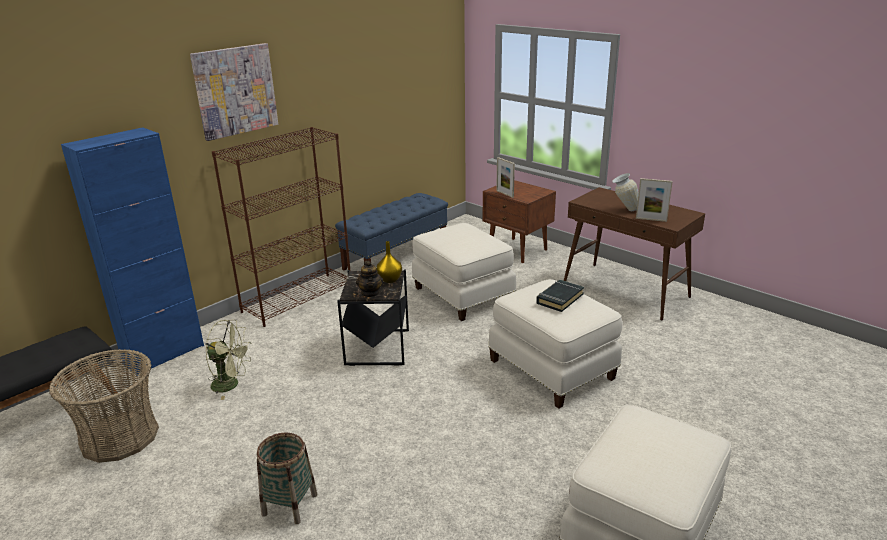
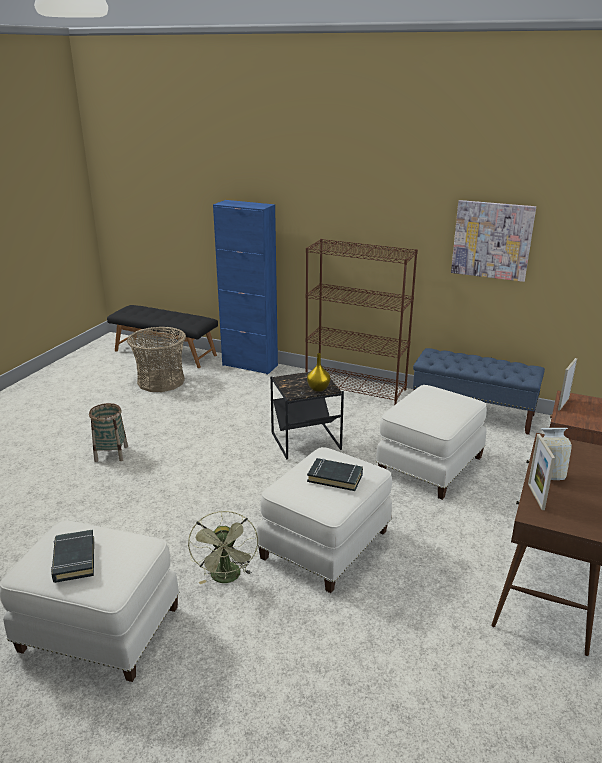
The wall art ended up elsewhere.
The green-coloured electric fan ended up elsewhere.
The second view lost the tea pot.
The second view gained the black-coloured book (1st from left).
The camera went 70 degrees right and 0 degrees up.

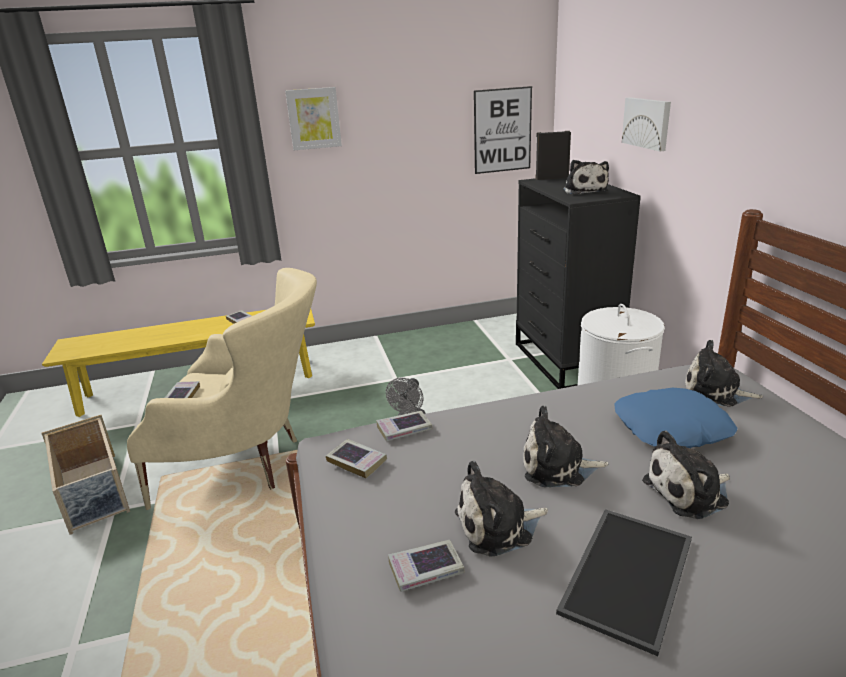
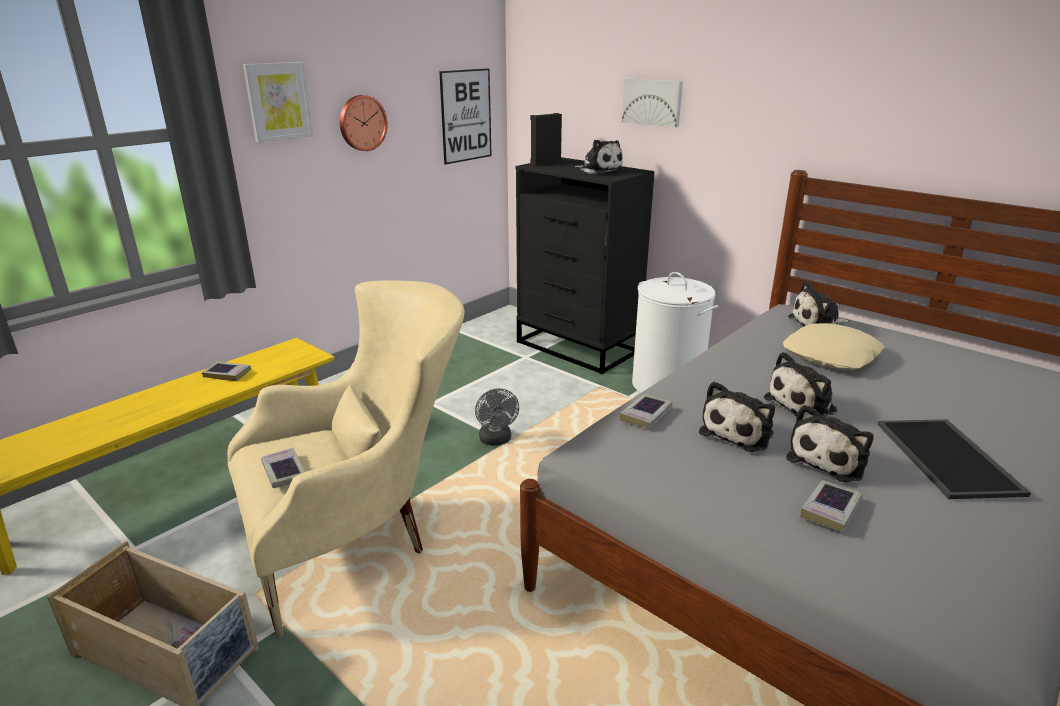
The second view lost the book (3rd from left).
What was the bluish pillow turned into the beige-coloured pillow.
The soft toy (4th from left in the first image) ended up elsewhere.
The second view gained the wall clock.
The camera went 35 degrees left and 0 degrees up.

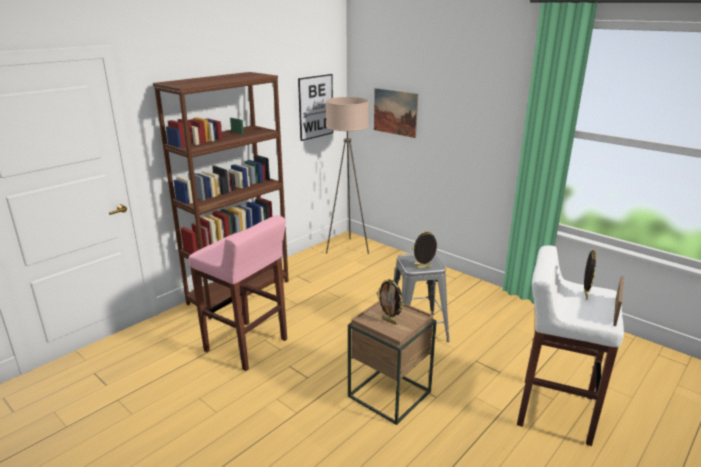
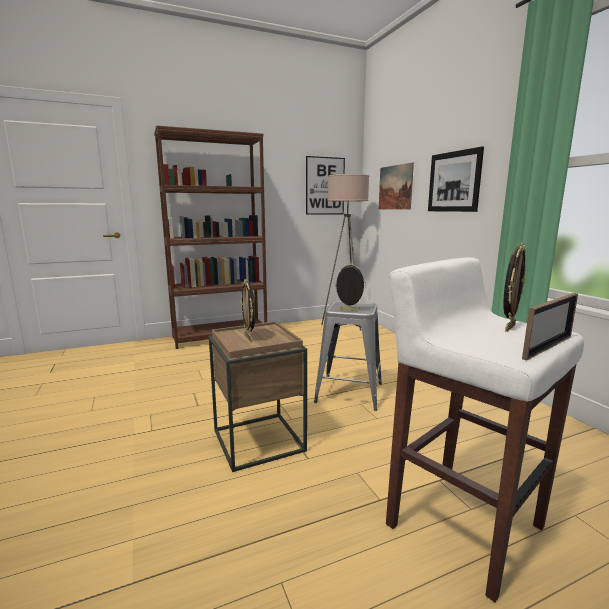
The second view lost the pinkish stool seat.
The second view gained the wall art (3rd from left).
The camera went 25 degrees right and 10 degrees down.

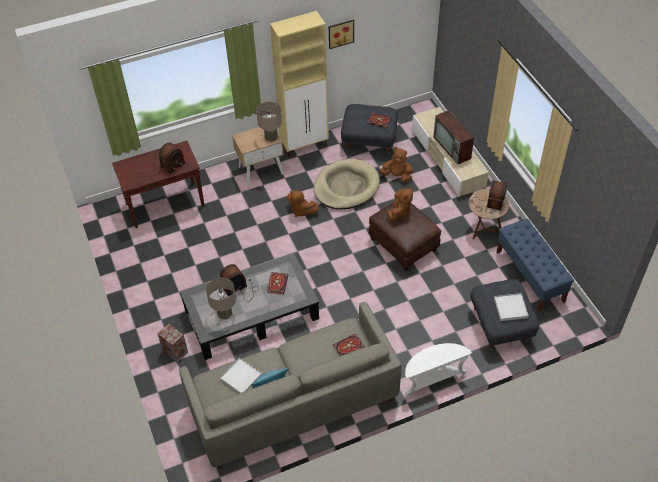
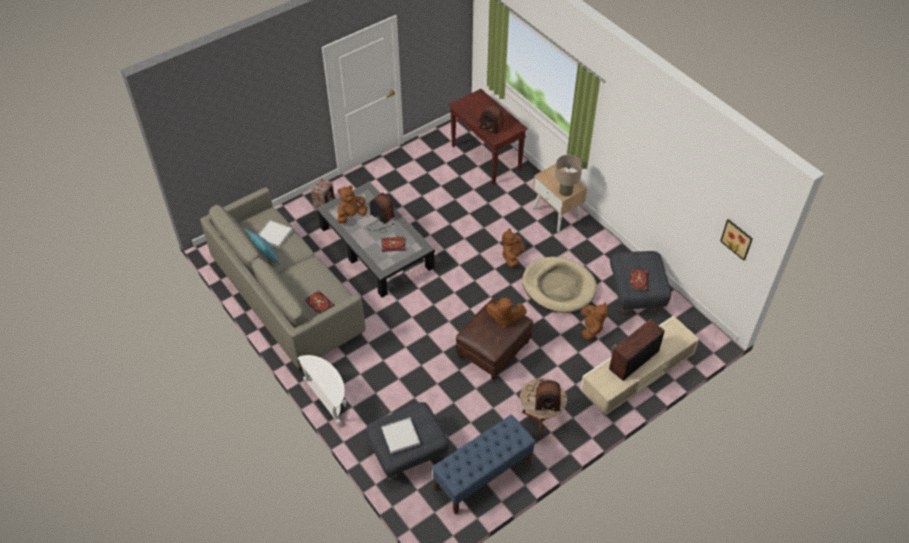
Where the beige-coloured tabletop lamp (1st from left) stood, the brown-coloured soft toy (1st from left) came to stand.
The second view lost the beige-coloured cabinet.
The wall art ended up elsewhere.
The camera went 75 degrees right and 0 degrees up.

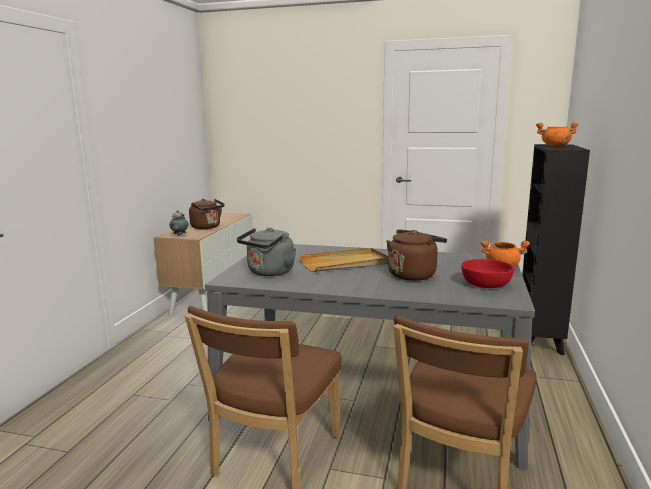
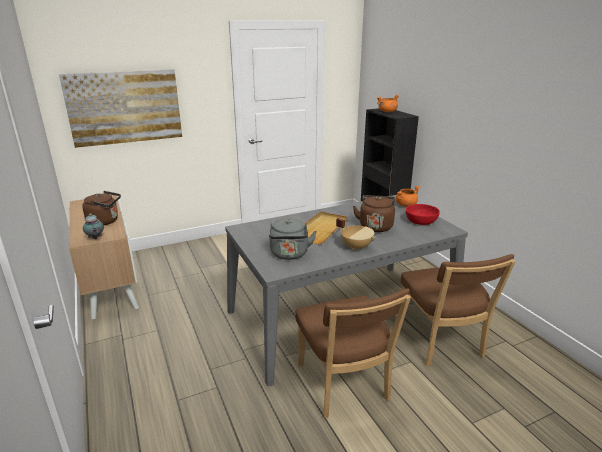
The second view gained the wall art.
The second view gained the beige-coloured stockpot.
The camera went 40 degrees left and 10 degrees up.

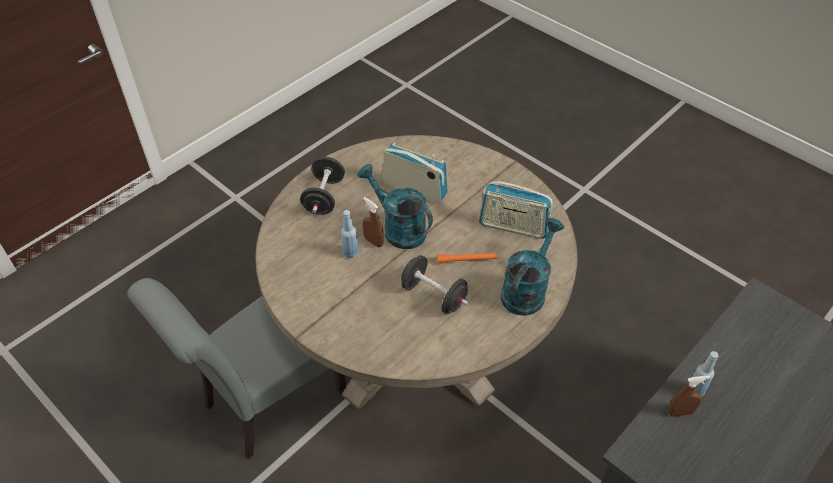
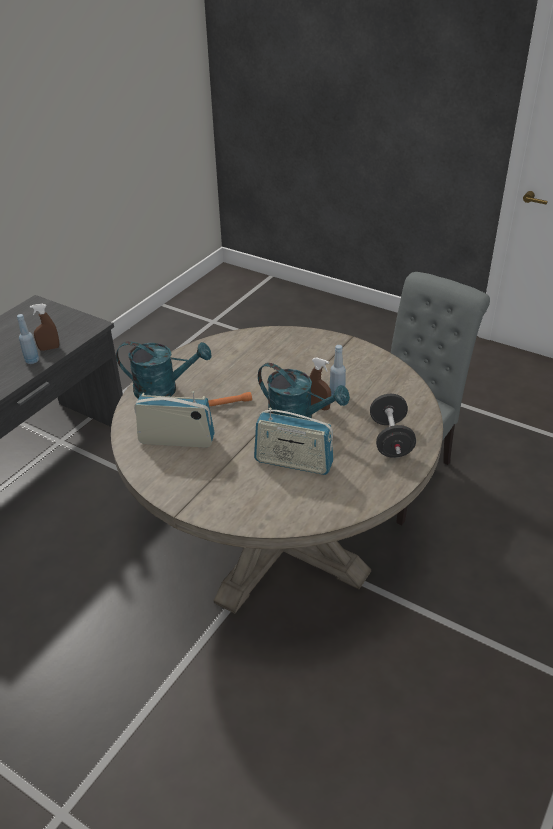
The second view lost the black-coloured free weight (2nd from left).
The turquoise watering can (2nd from left in the first image) ended up facing another way, 105 degrees counterclockwise from before.
The camera went 170 degrees right and 10 degrees down.

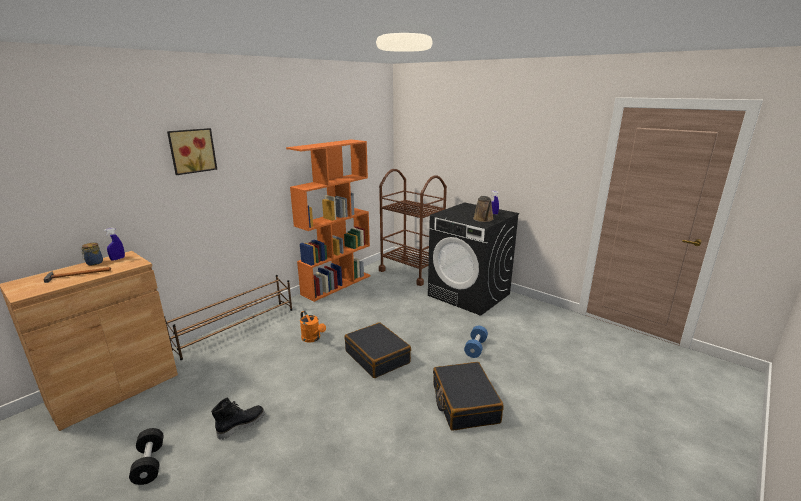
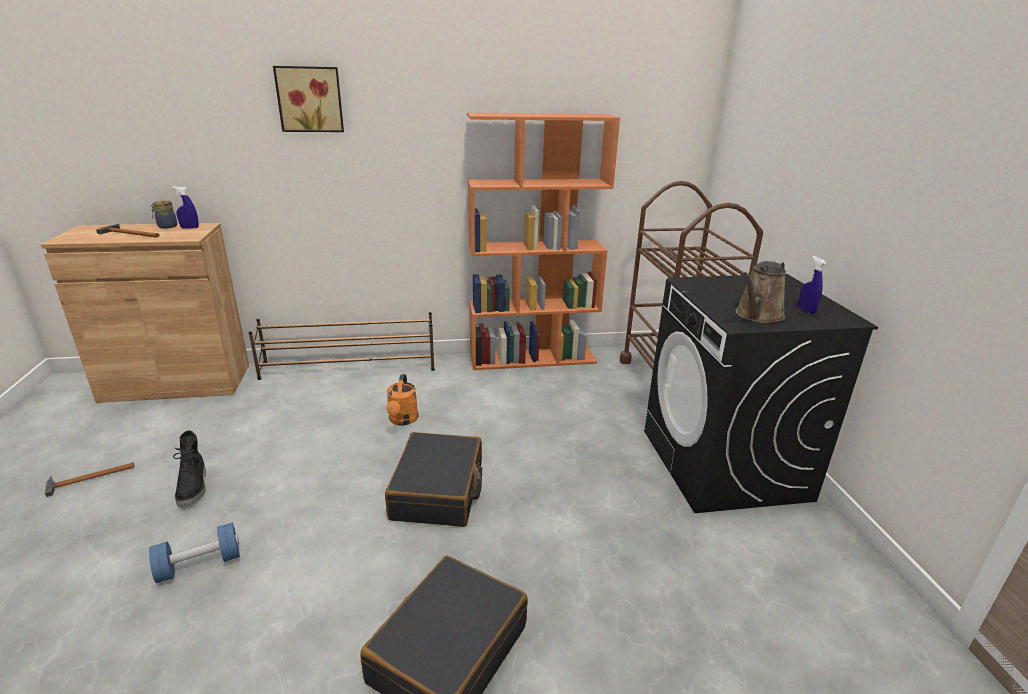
Where the black-coloured free weight stood, the tool hammer (1st from left) came to stand.
The black-coloured tall boot ended up facing another way, 75 degrees clockwise from before.
The bluish free weight ended up elsewhere.
The camera went 40 degrees right and 5 degrees up.

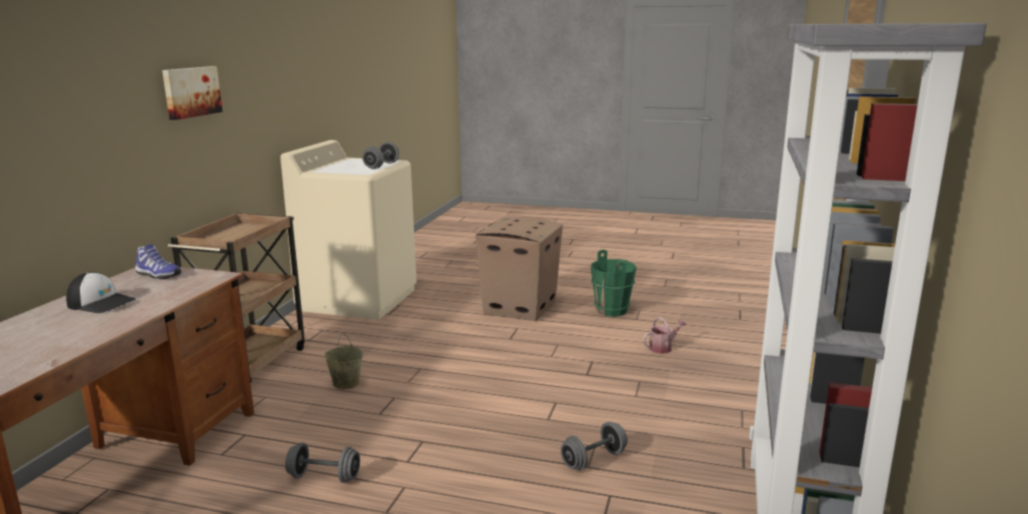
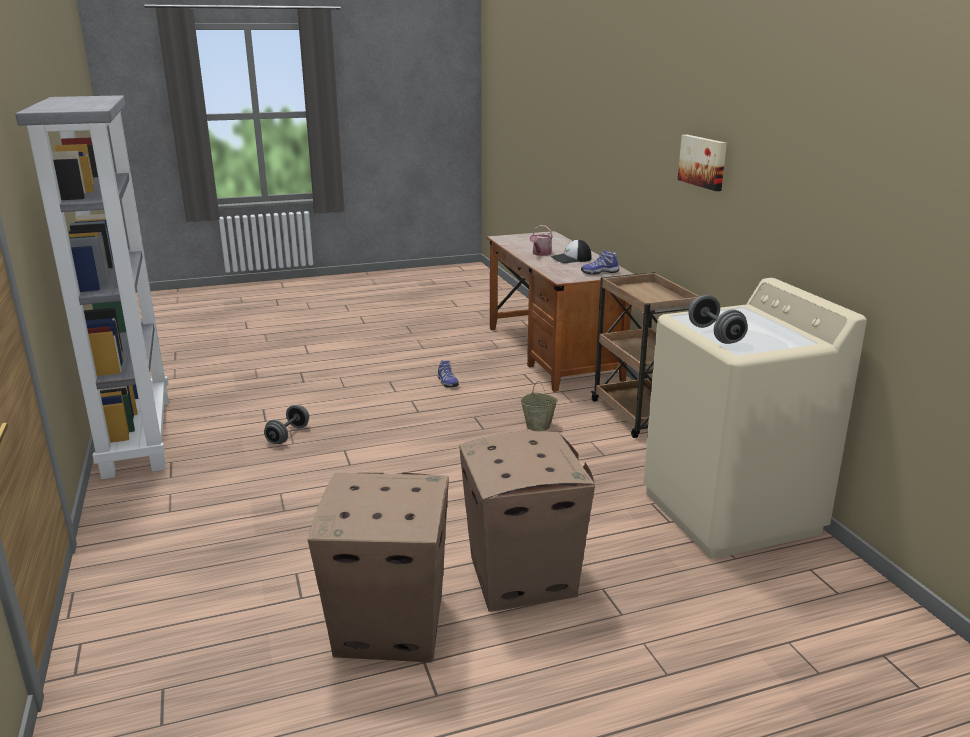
Where the gray free weight (1st from left) stood, the shoe (1st from left) came to stand.
Where the green-coloured water bucket stood, the packing box (1st from left) came to stand.
The watering can ended up elsewhere.
The camera went 145 degrees right and 5 degrees up.

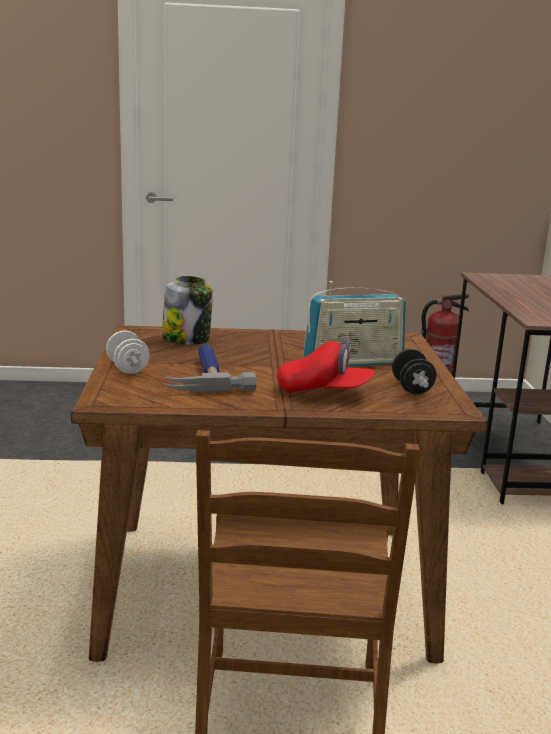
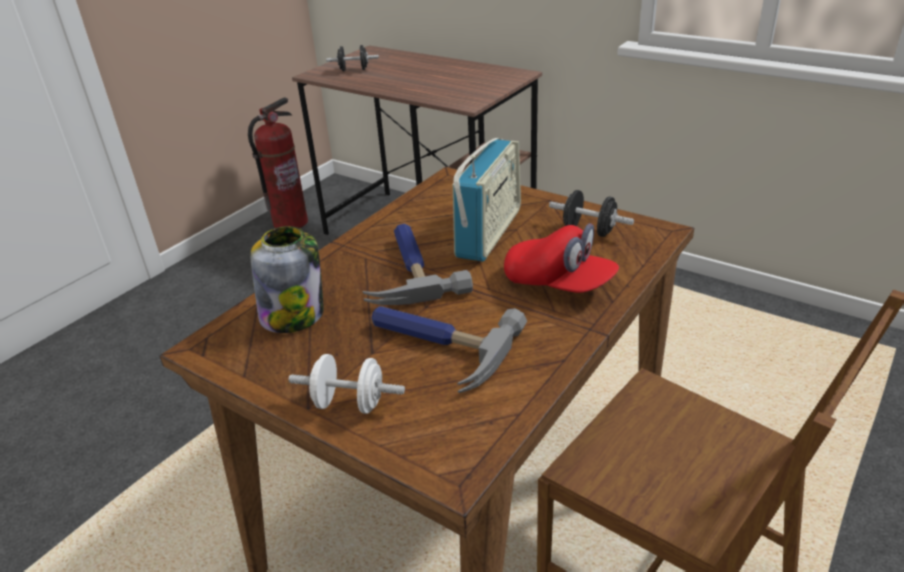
The red-coloured cap ended up facing another way, 75 degrees clockwise from before.
The second view gained the black-coloured free weight (1st from left).
The second view gained the tool hammer (1st from left).
The camera went 50 degrees left and 15 degrees up.

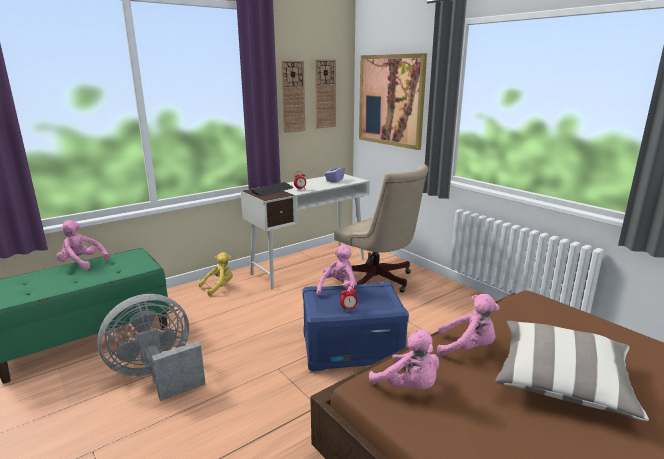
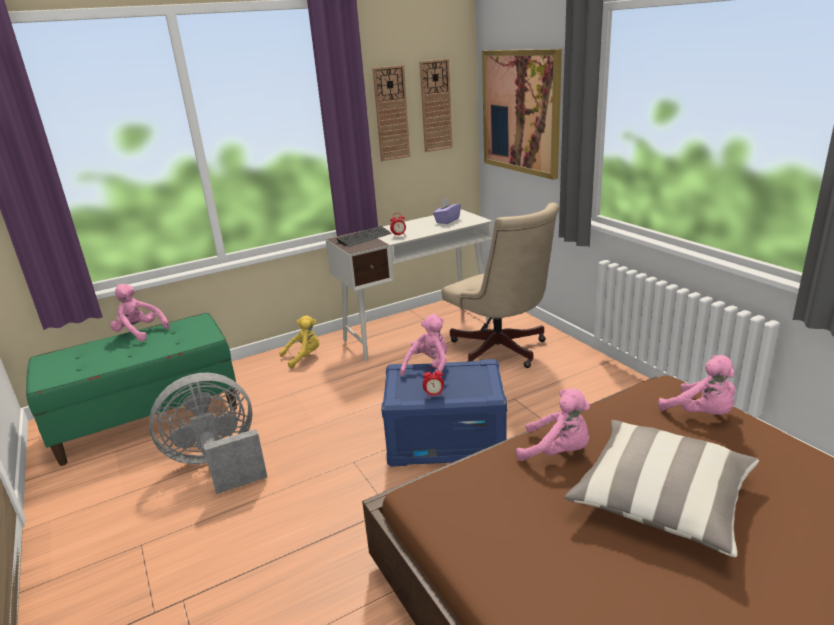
The pinkish soft toy (3rd from left in the first image) ended up elsewhere.
The camera went 10 degrees right and 5 degrees up.

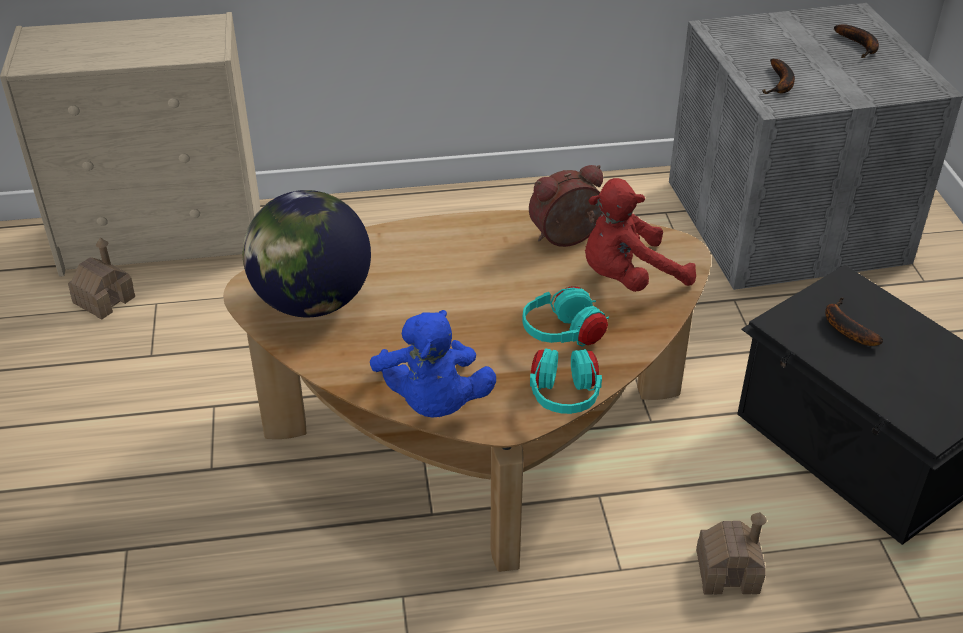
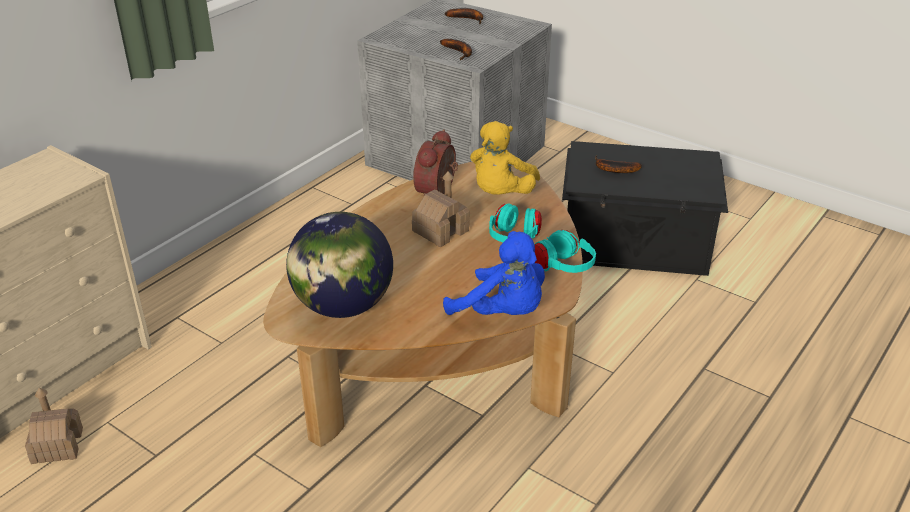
What was the red-coloured soft toy turned into the yellow soft toy.
The model house (2nd from left) ended up elsewhere.
The camera went 45 degrees left and 5 degrees down.

